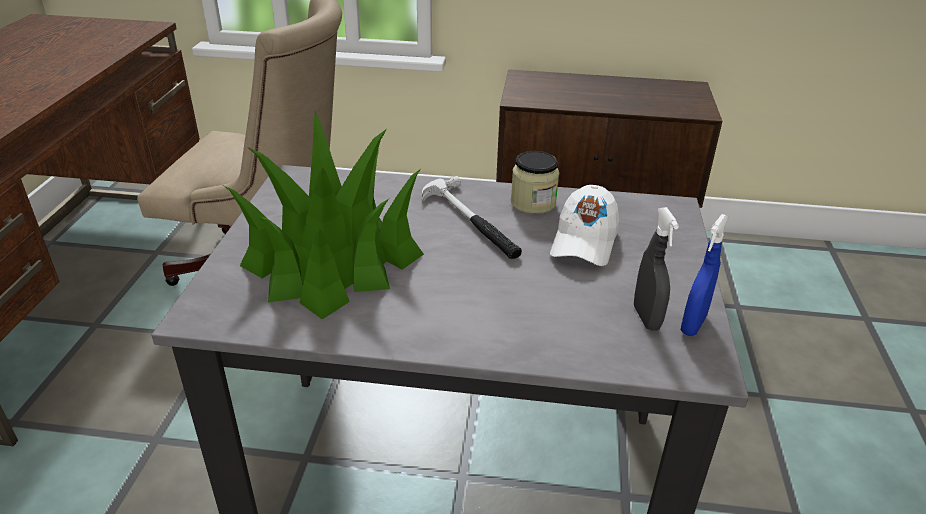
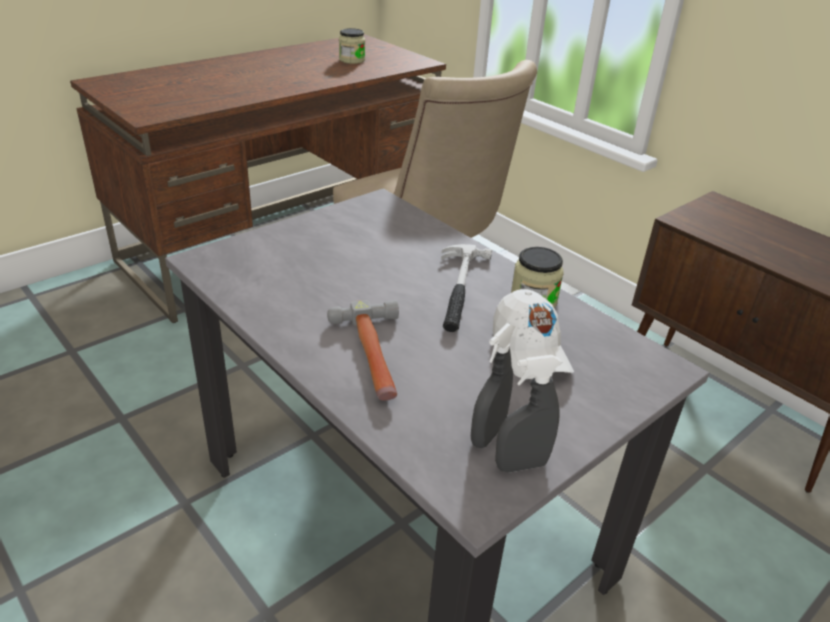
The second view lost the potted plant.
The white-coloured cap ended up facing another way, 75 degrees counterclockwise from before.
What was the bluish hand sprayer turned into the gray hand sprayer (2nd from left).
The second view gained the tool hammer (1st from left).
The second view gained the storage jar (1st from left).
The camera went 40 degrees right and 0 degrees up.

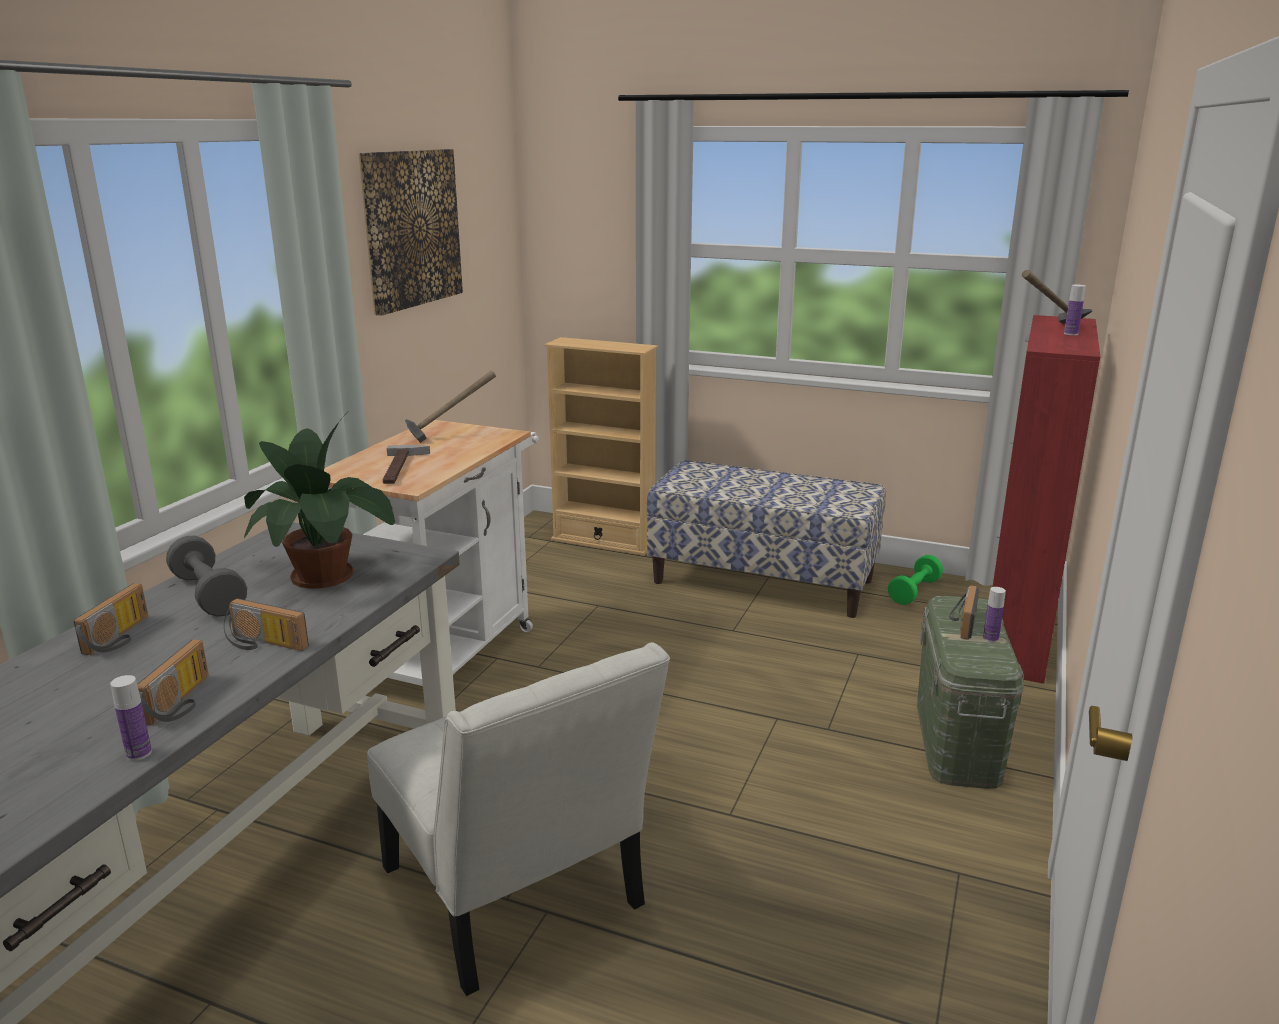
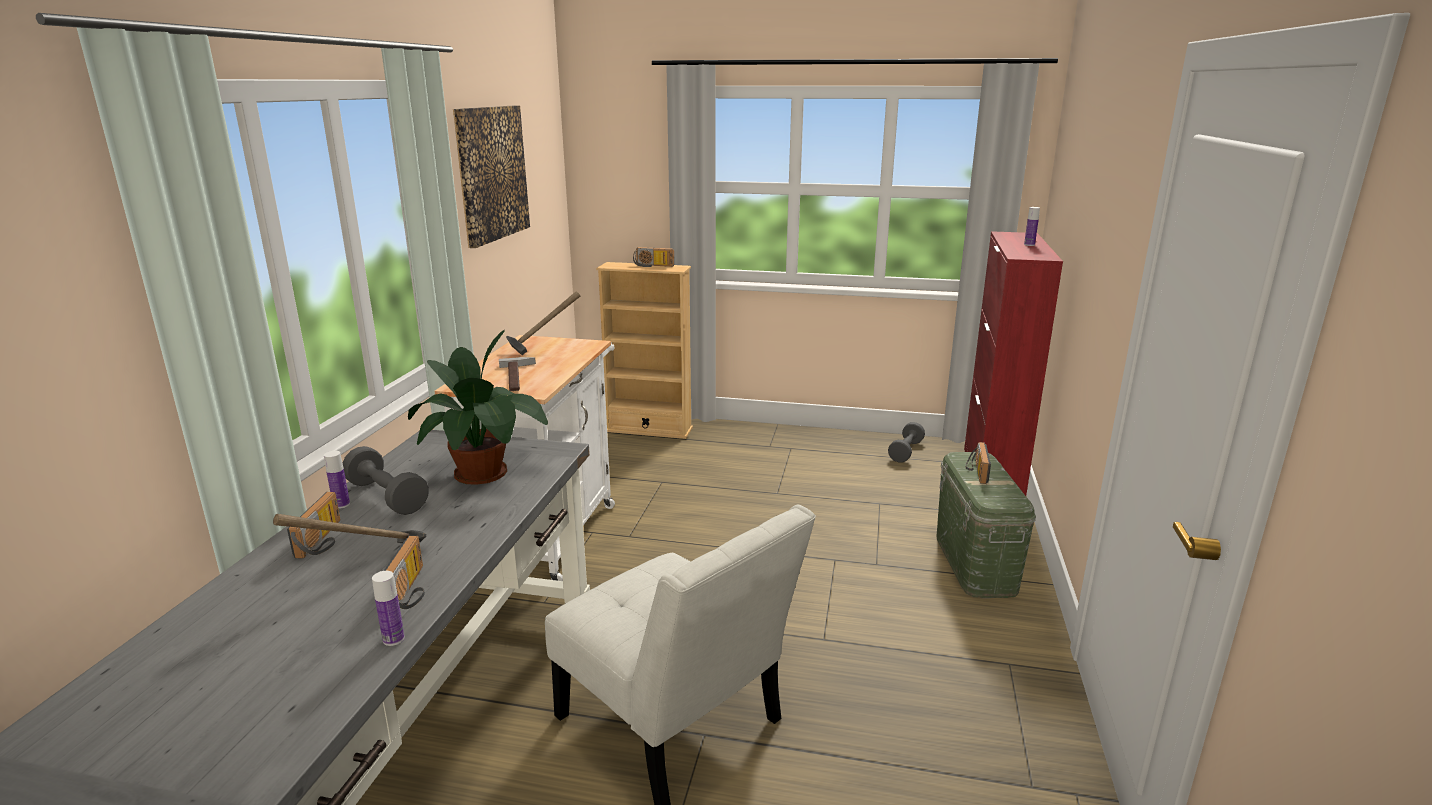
The radio set (3rd from left) ended up elsewhere.
The second view lost the indoor bench.
What was the green-coloured free weight turned into the gray free weight (2nd from left).
The drink bottle (2nd from left in the first image) ended up elsewhere.
The tool hammer (3rd from left in the first image) ended up elsewhere.
The camera went 10 degrees left and 0 degrees up.

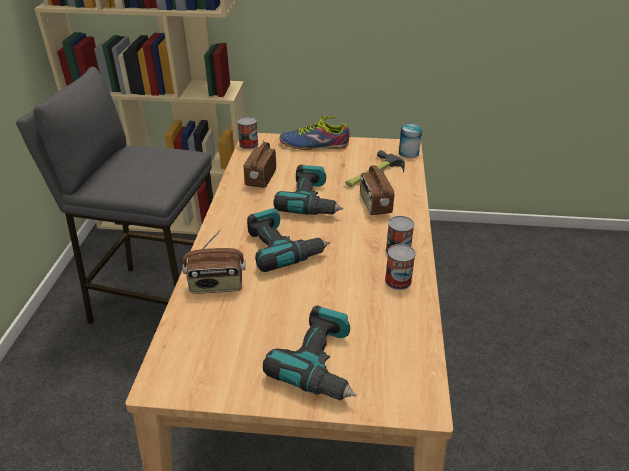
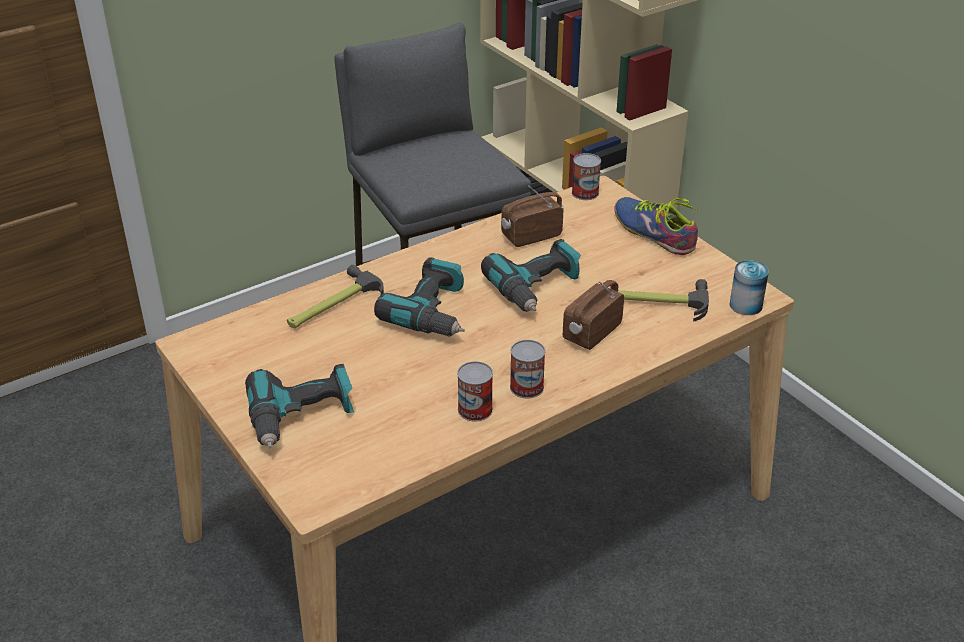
Where the radio set (1st from left) stood, the tool hammer (1st from left) came to stand.
The camera went 50 degrees right and 0 degrees up.

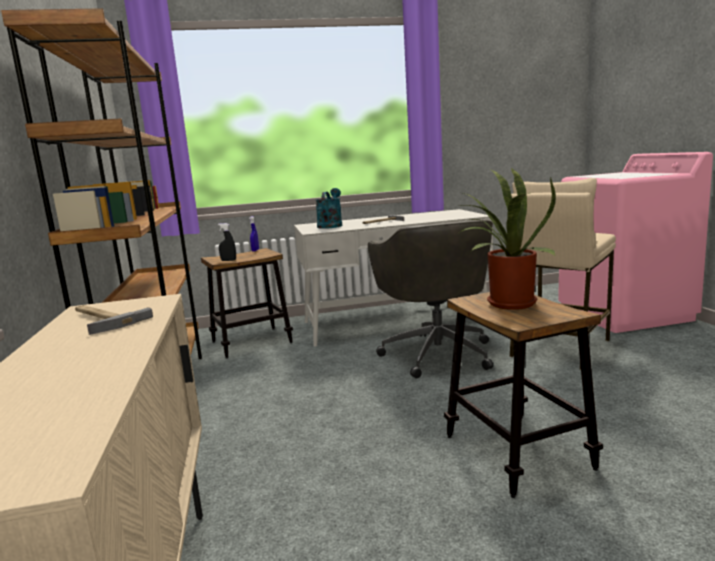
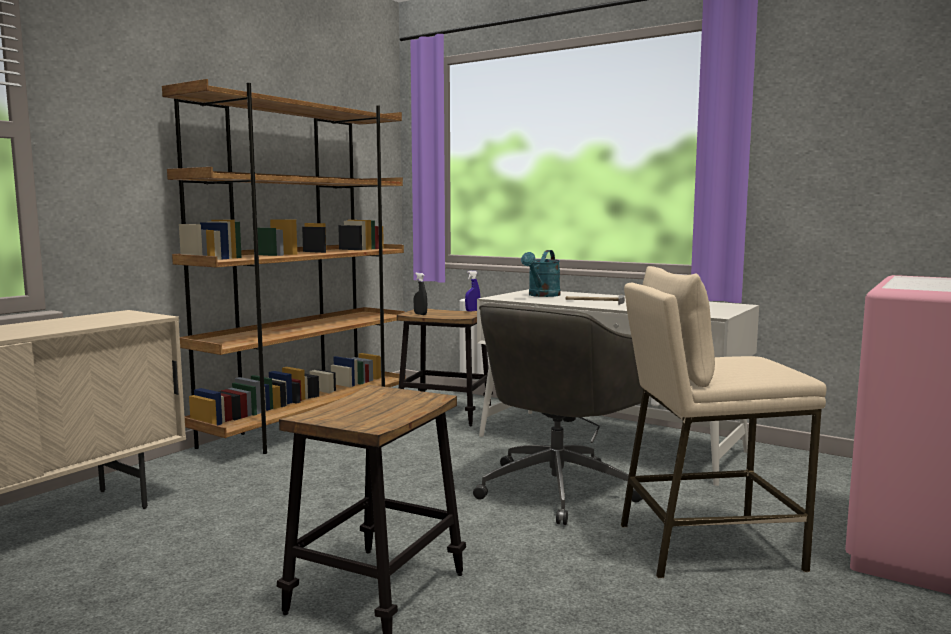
The second view lost the tool hammer (1st from left).
The turquoise watering can ended up facing another way, 150 degrees clockwise from before.
The second view lost the potted plant.
The camera went 45 degrees right and 5 degrees down.

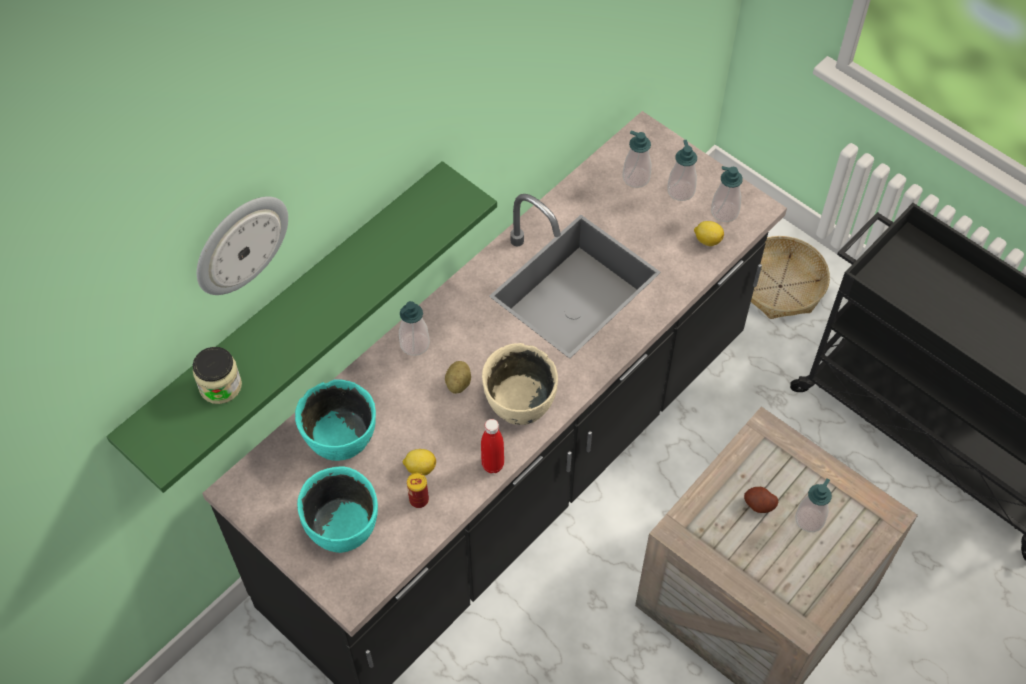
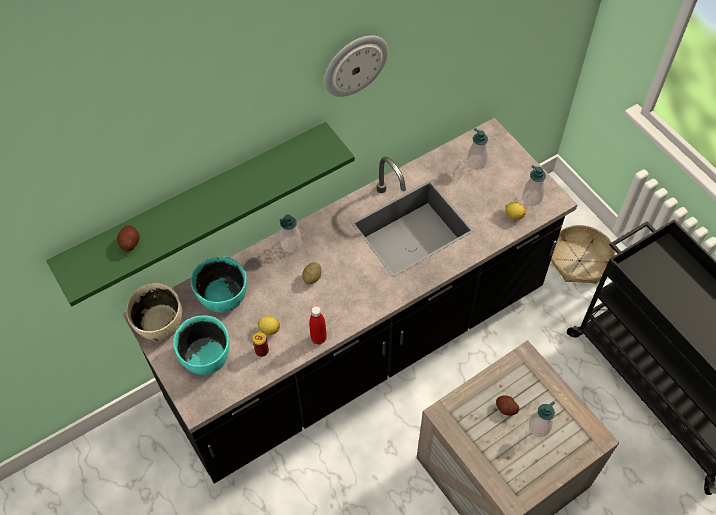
Where the storage jar stood, the whole potato (1st from left) came to stand.
The wall clock ended up elsewhere.
The beige-coloured serving bowl ended up elsewhere.
The second view lost the soap dispenser (3rd from left).
The camera went 15 degrees right and 0 degrees up.

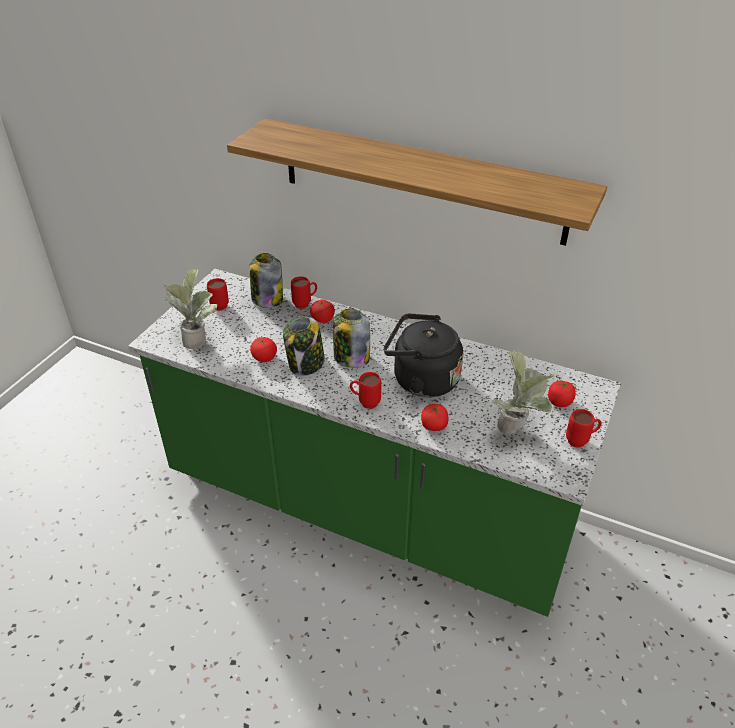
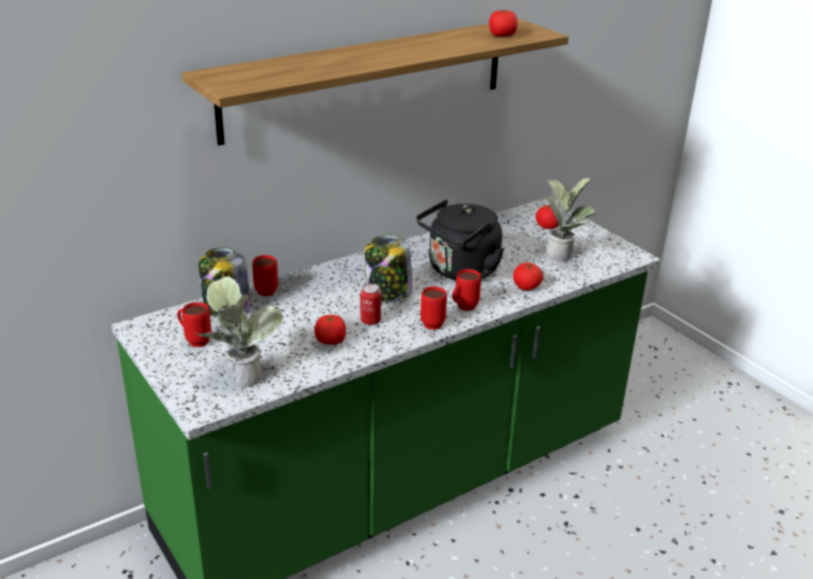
Where the storage jar (2nd from left) stood, the can came to stand.
The whole tomato (2nd from left) ended up elsewhere.
The red-coloured mug (4th from left in the first image) ended up elsewhere.
The camera went 60 degrees left and 10 degrees down.

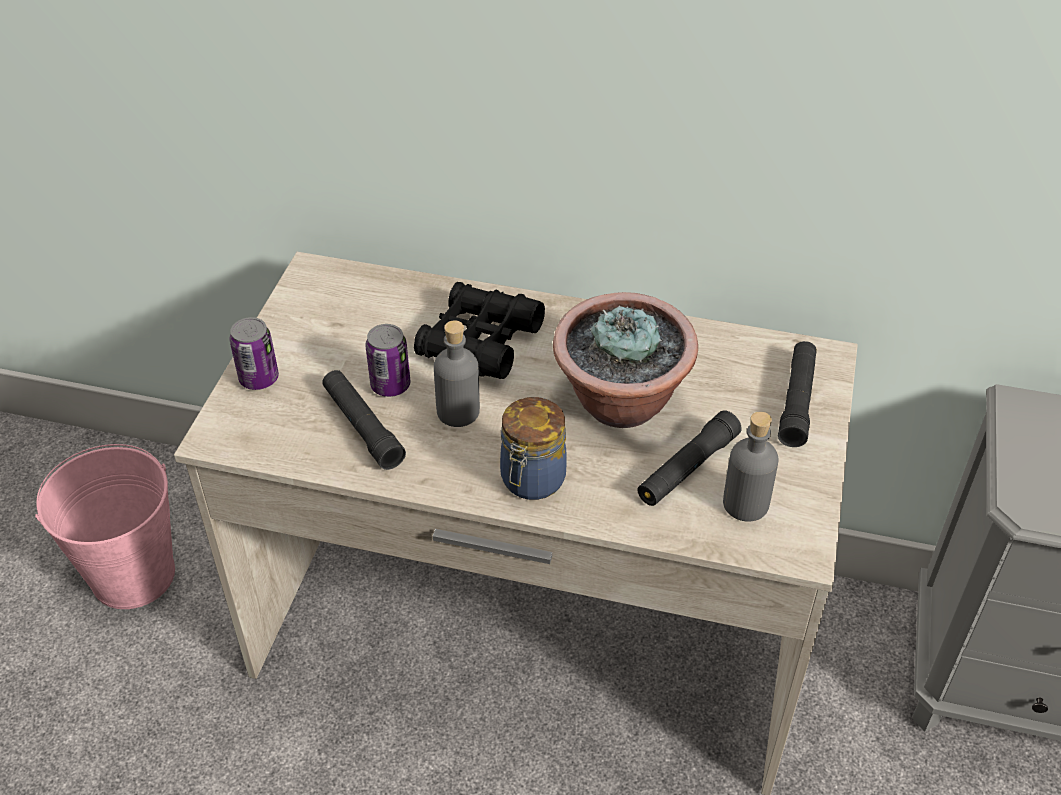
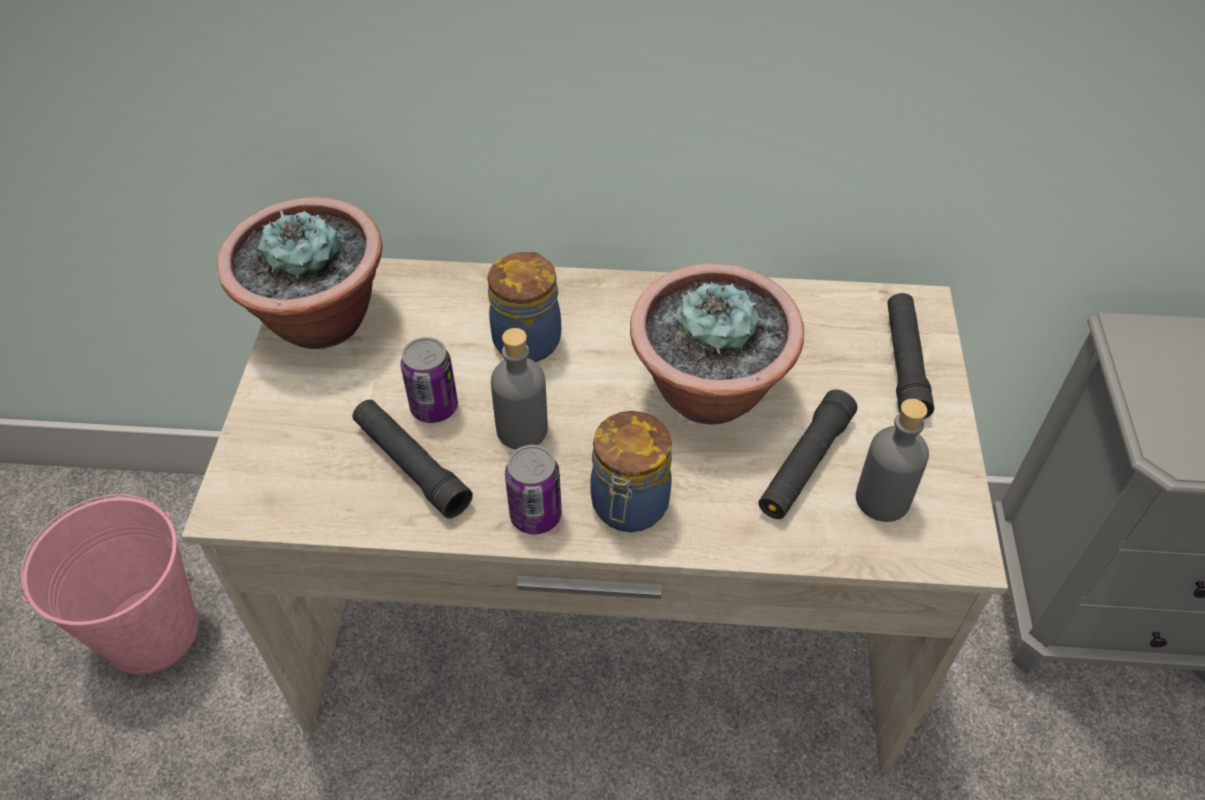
The can (1st from left in the first image) ended up elsewhere.
Where the black-coloured pair of binoculars stood, the storage jar (1st from left) came to stand.
The second view gained the potted plant (1st from left).
The camera went 10 degrees left and 5 degrees up.

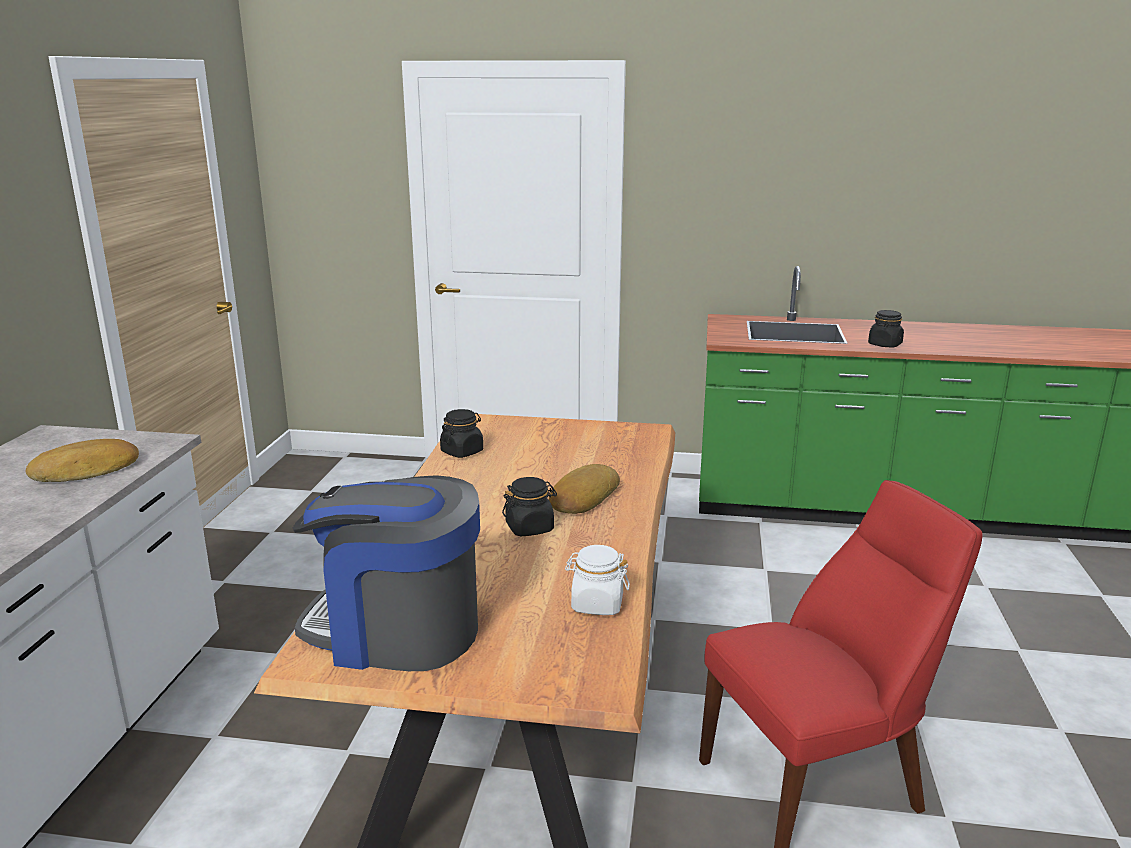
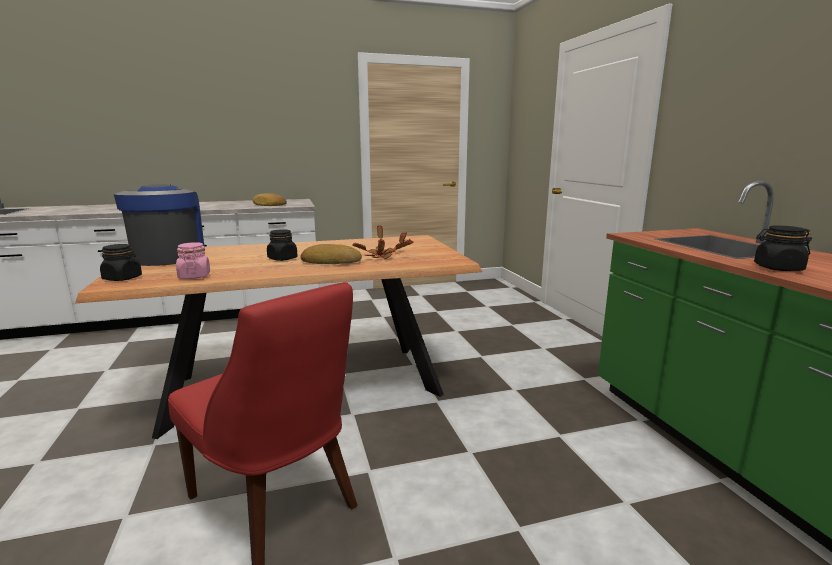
The black-coloured storage jar (1st from left) ended up elsewhere.
What was the white-coloured storage jar turned into the pinkish storage jar.
The second view gained the potted plant.
The camera went 65 degrees right and 5 degrees down.

